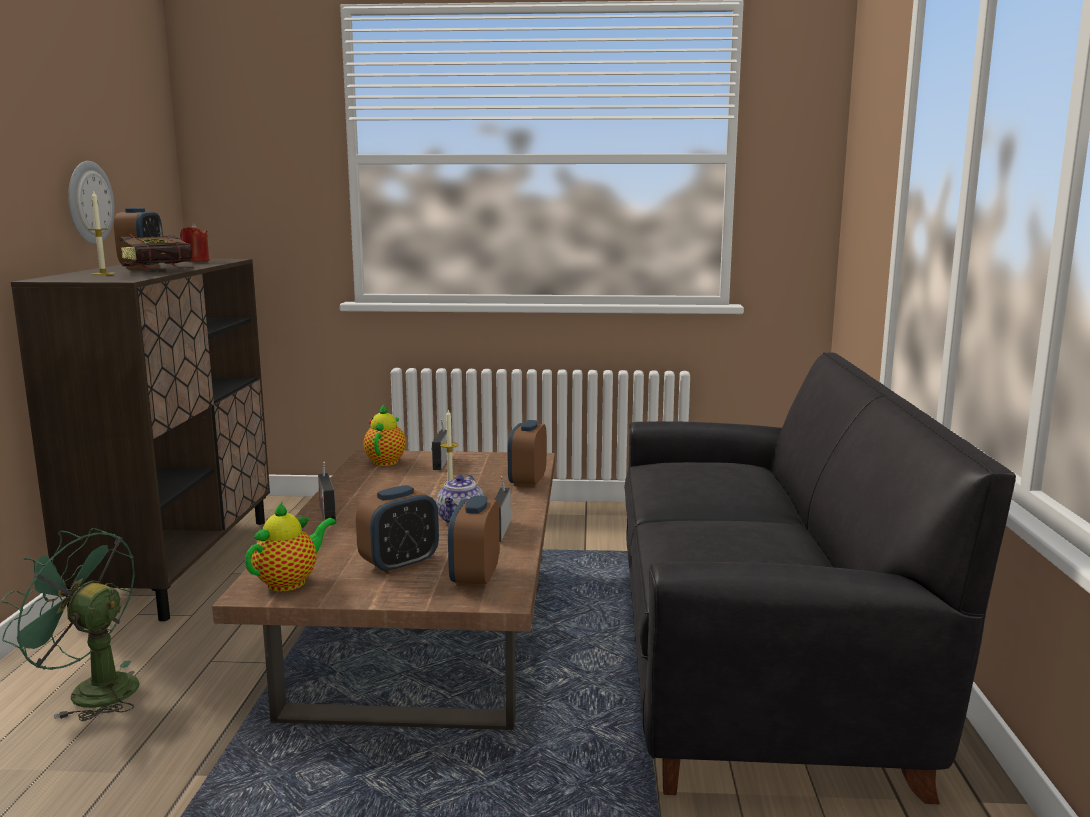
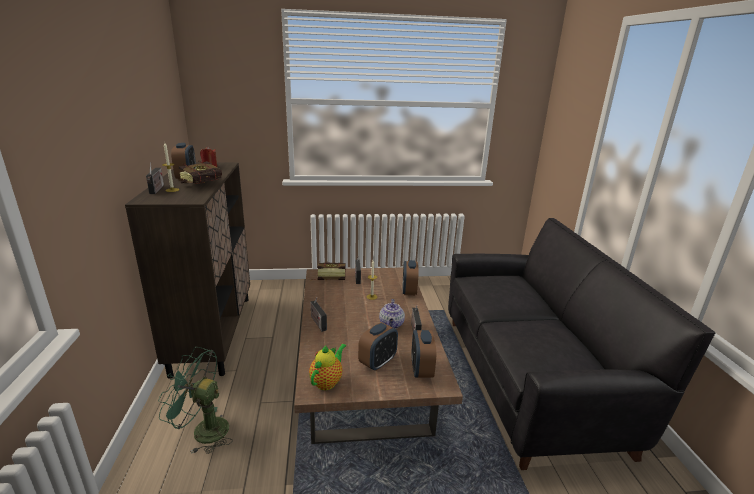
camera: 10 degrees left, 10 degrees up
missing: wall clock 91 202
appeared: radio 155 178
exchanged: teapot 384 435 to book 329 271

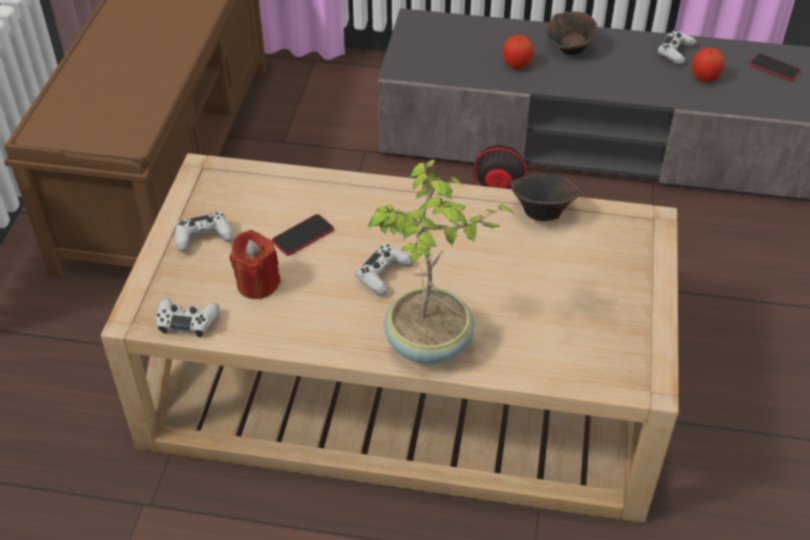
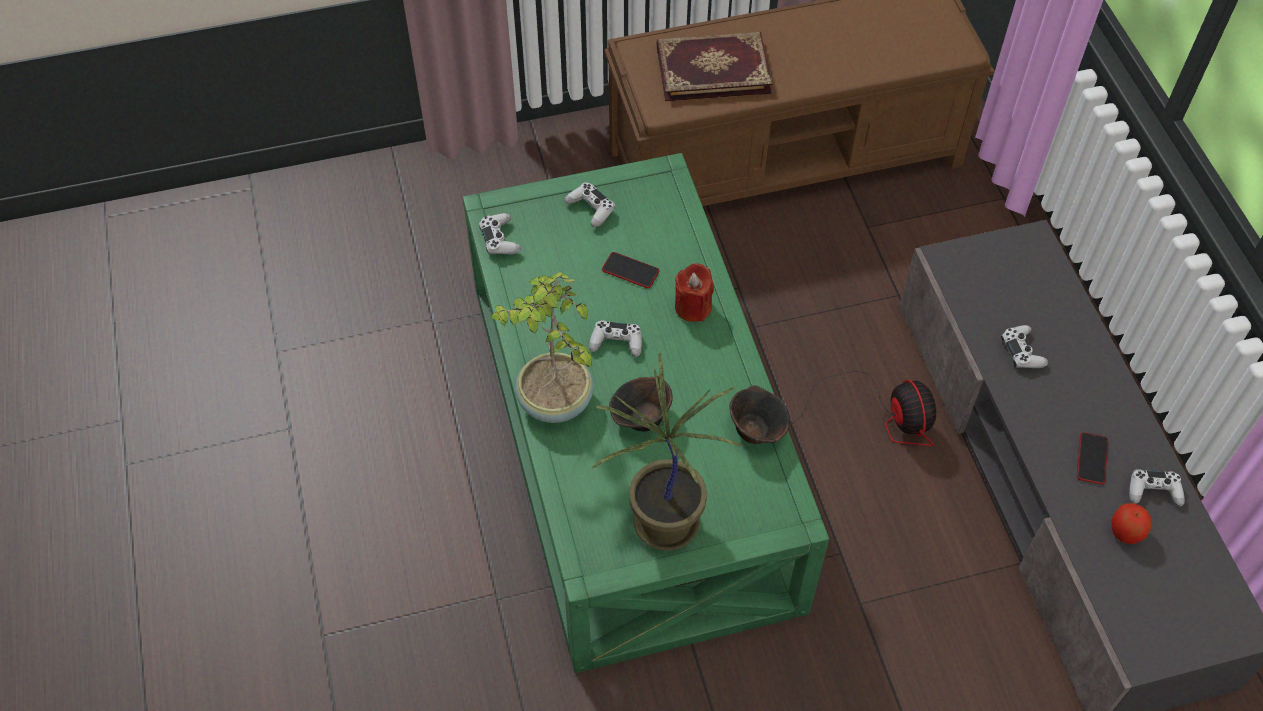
camera: 65 degrees right, 10 degrees up
appeared: potted plant 667 451; book 715 66
relocated: red candle 255 264 to 694 292; brown bowl 572 33 to 641 404; phone 775 67 to 1092 458
exchanged: apple 518 52 to white game controller 1024 346
colour: beige coffee table 390 338 to green coffee table 646 413

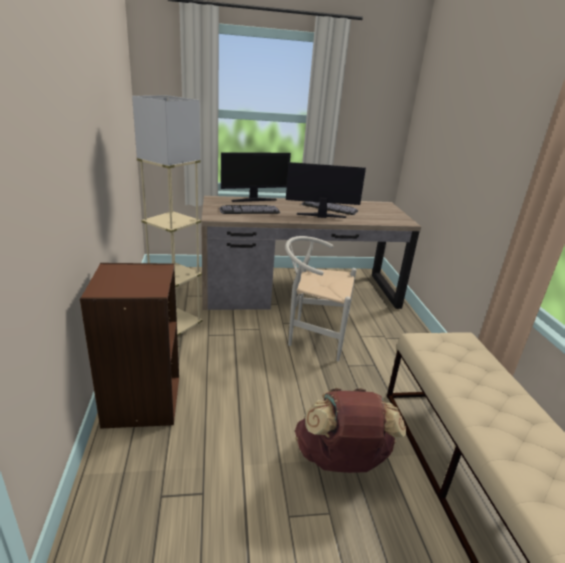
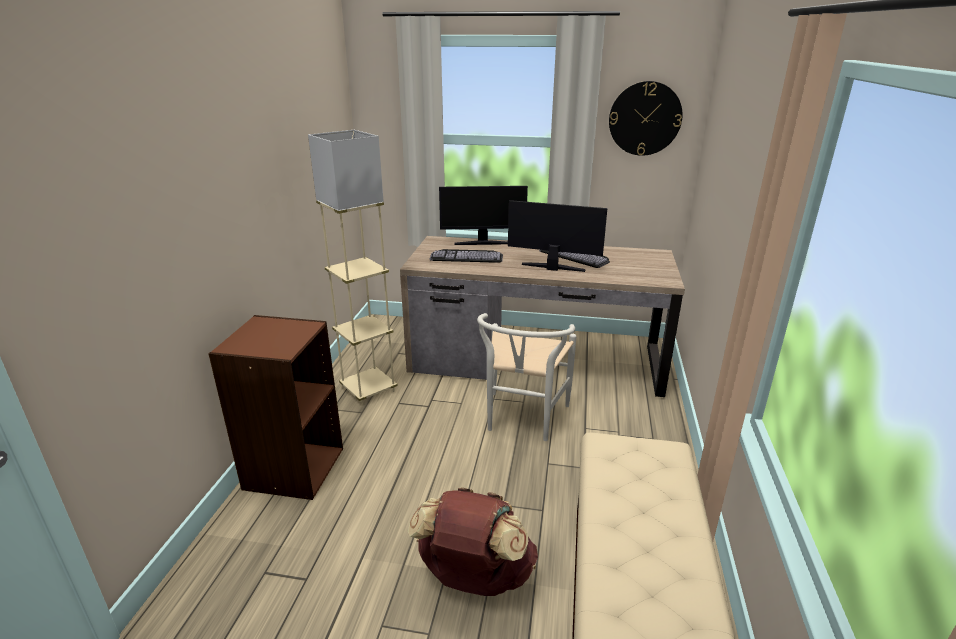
camera: 20 degrees right, 0 degrees up
appeared: wall clock 646 118
spun: white chair 320 298 = 527 377 105 degrees counterclockwise

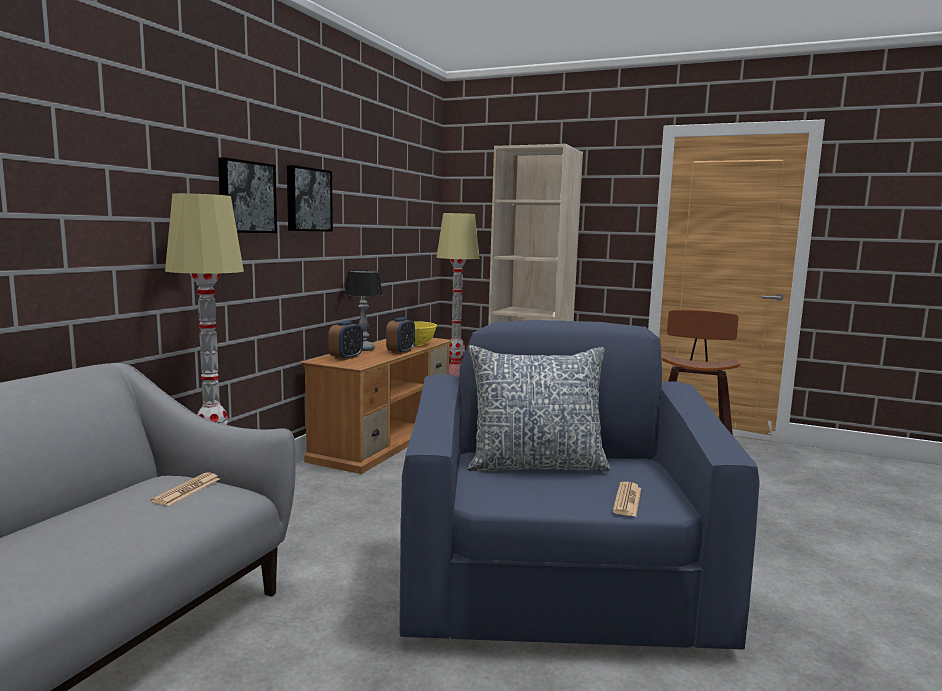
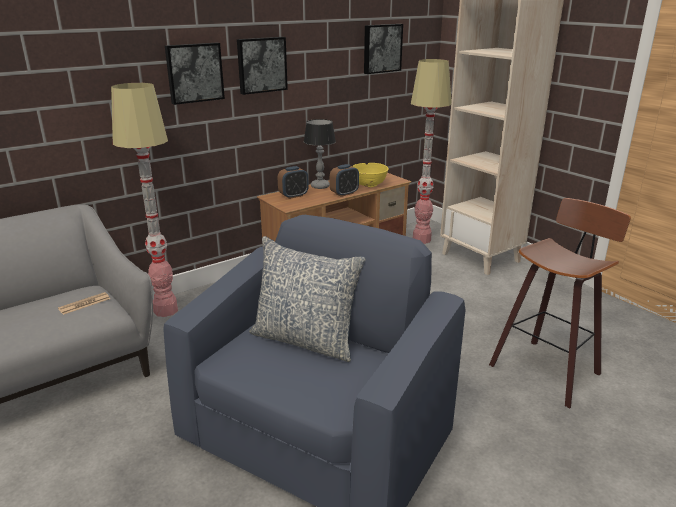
camera: 30 degrees right, 15 degrees up
missing: newspaper 626 499
appeared: picture 383 49

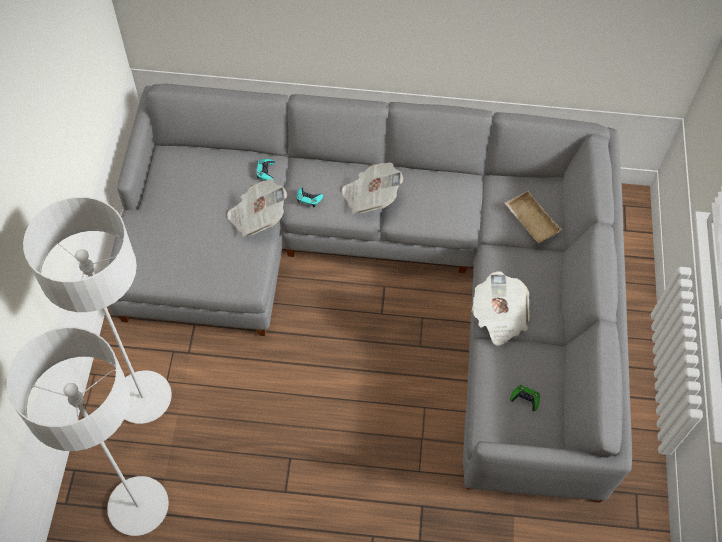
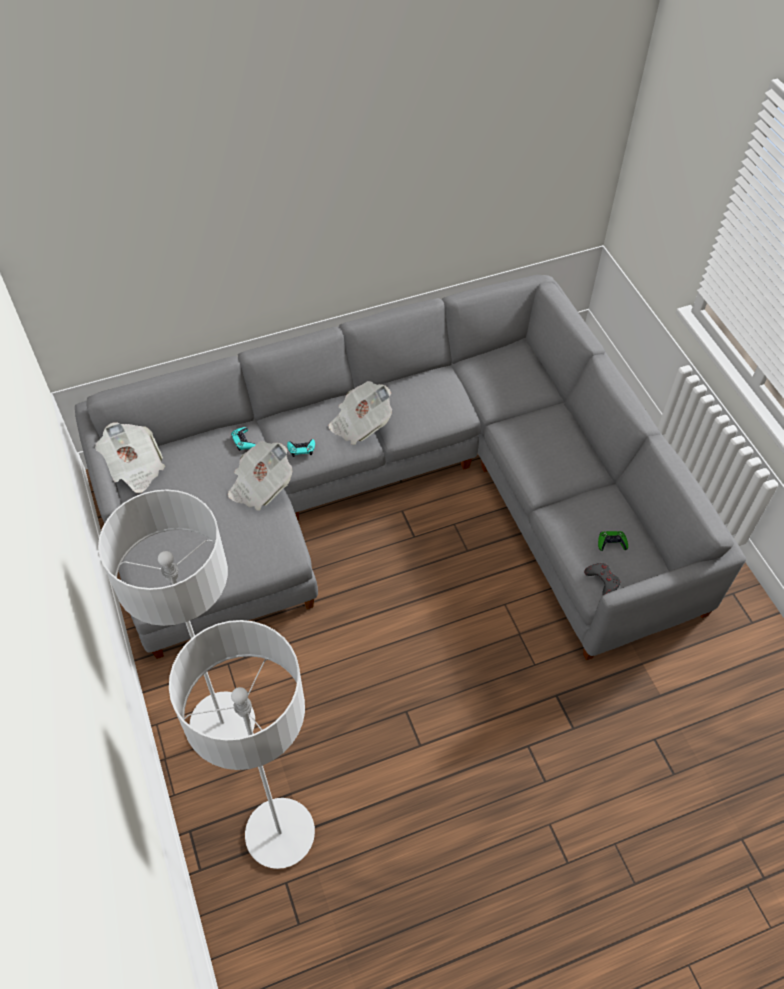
camera: 25 degrees left, 5 degrees down
missing: beige tray 533 216
appeared: grey game controller 602 579
relocated: newspaper 501 308 to 130 457

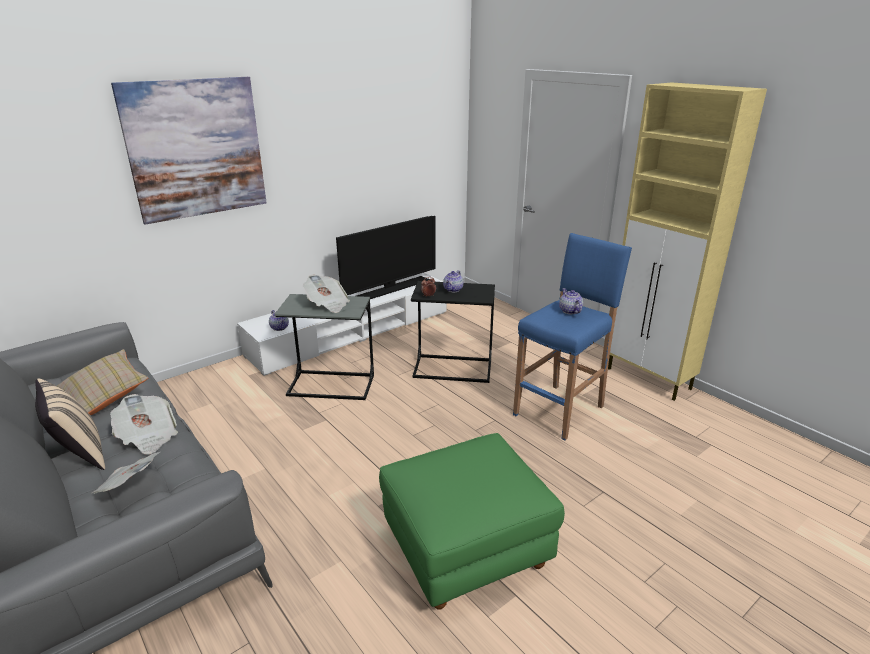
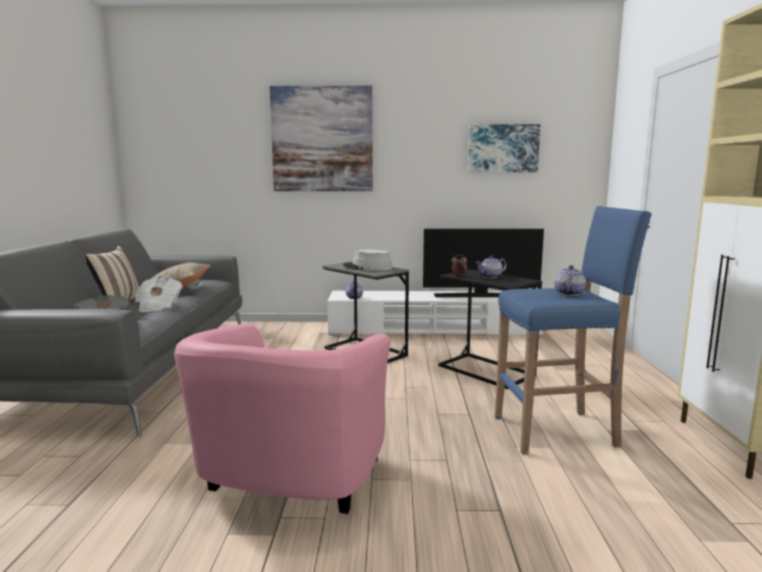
camera: 40 degrees right, 15 degrees down
appeared: picture 504 148
exchanged: newspaper 326 294 to grey hat 367 260; green ottoman 472 521 to pink armchair 282 418

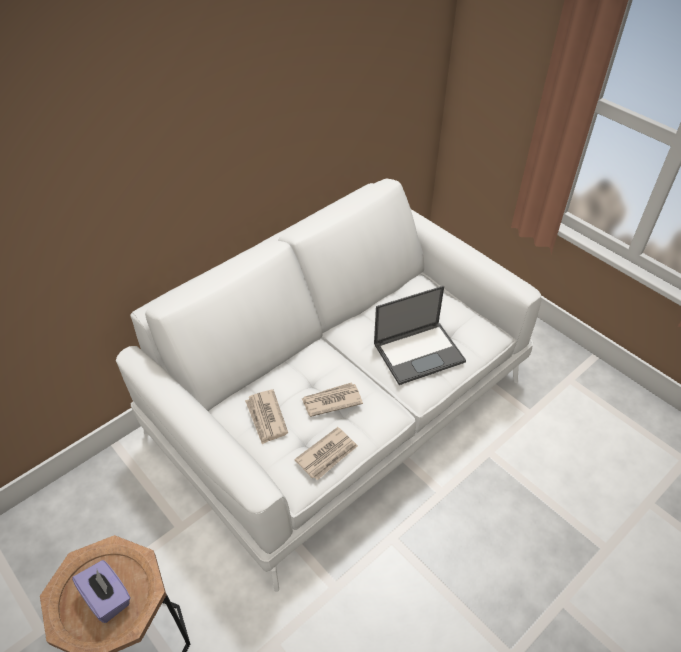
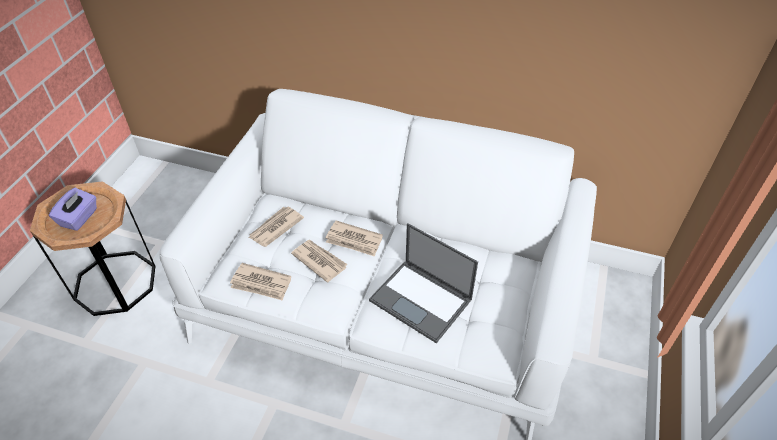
camera: 60 degrees right, 0 degrees up
appeared: newspaper 354 239

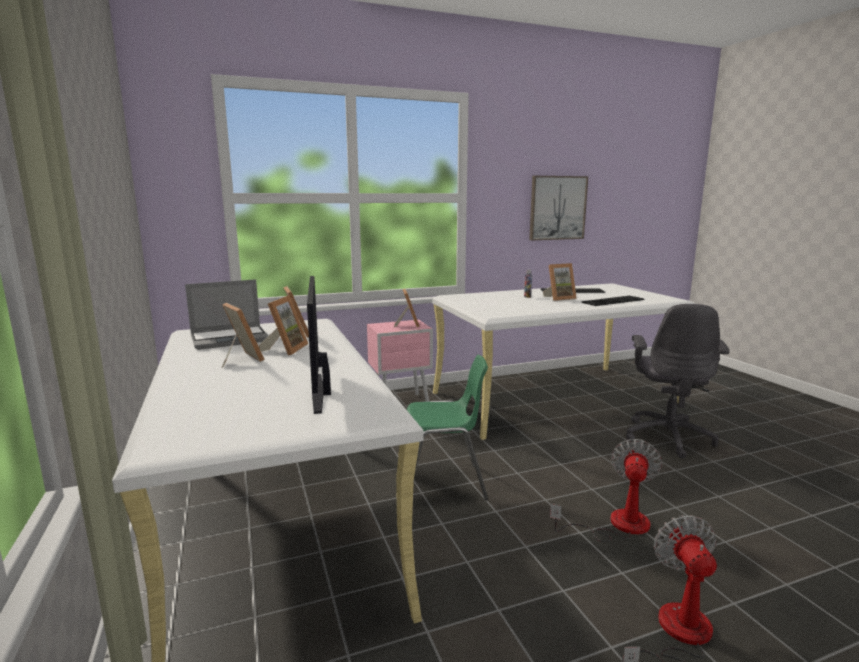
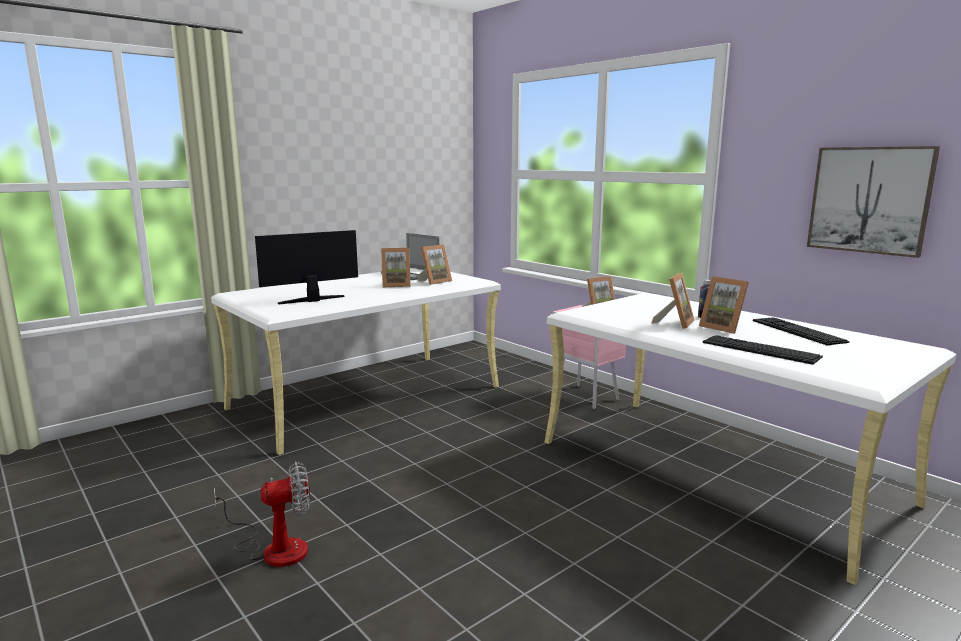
camera: 70 degrees right, 0 degrees up
missing: green chair 447 427; fan 606 490; grey office chair 678 381
relocated: picture frame 243 335 to 673 301

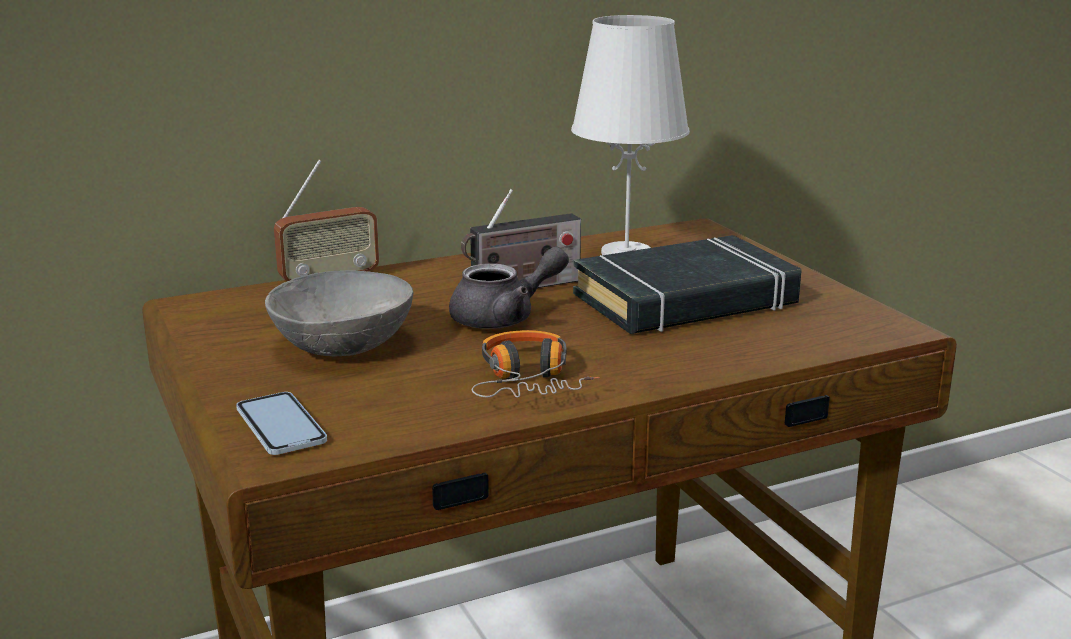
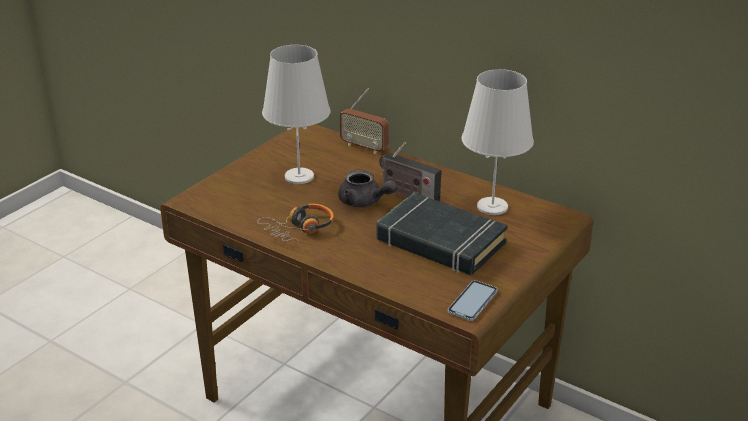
camera: 60 degrees right, 10 degrees up
relocated: phone 281 423 to 473 300
exchanged: grey bowl 339 313 to white table lamp 296 114

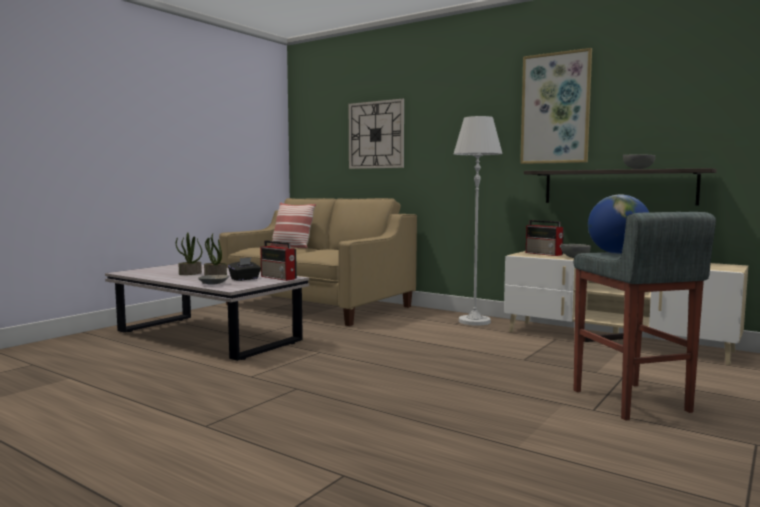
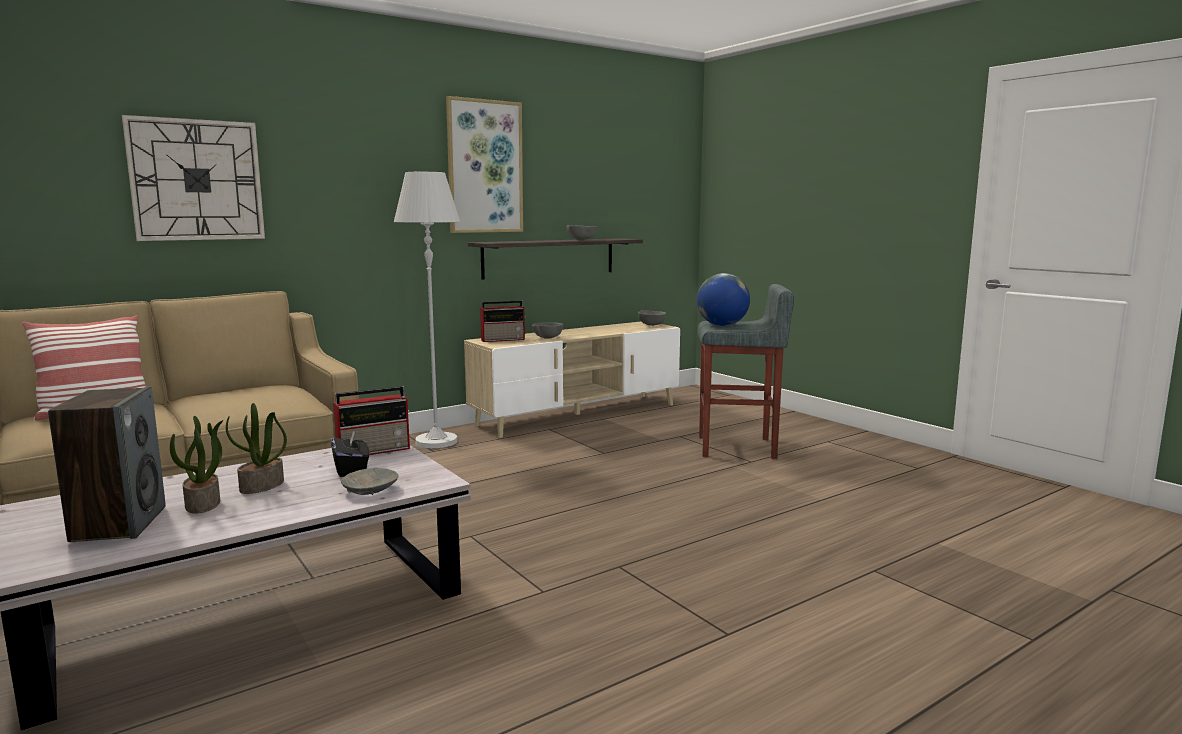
camera: 70 degrees left, 5 degrees up
appeared: speaker 107 464; grey bowl 652 318

